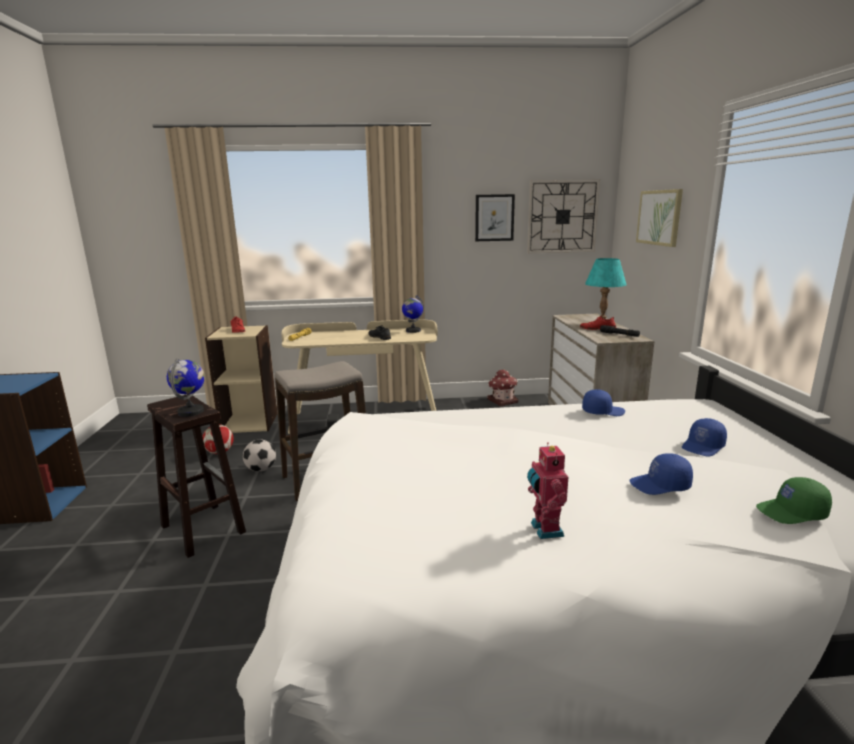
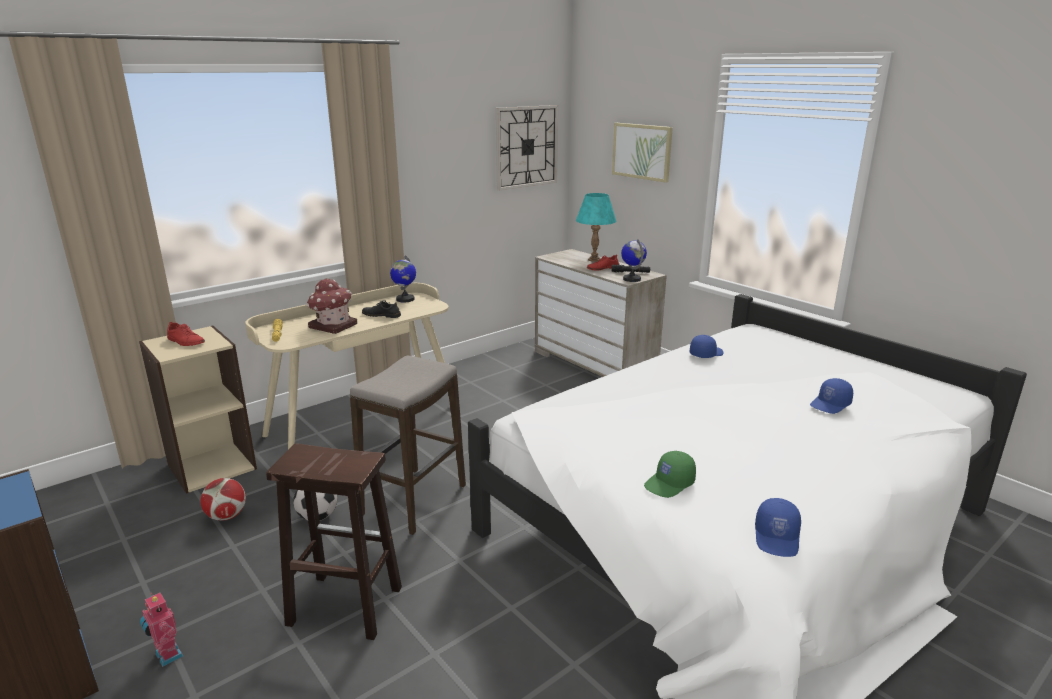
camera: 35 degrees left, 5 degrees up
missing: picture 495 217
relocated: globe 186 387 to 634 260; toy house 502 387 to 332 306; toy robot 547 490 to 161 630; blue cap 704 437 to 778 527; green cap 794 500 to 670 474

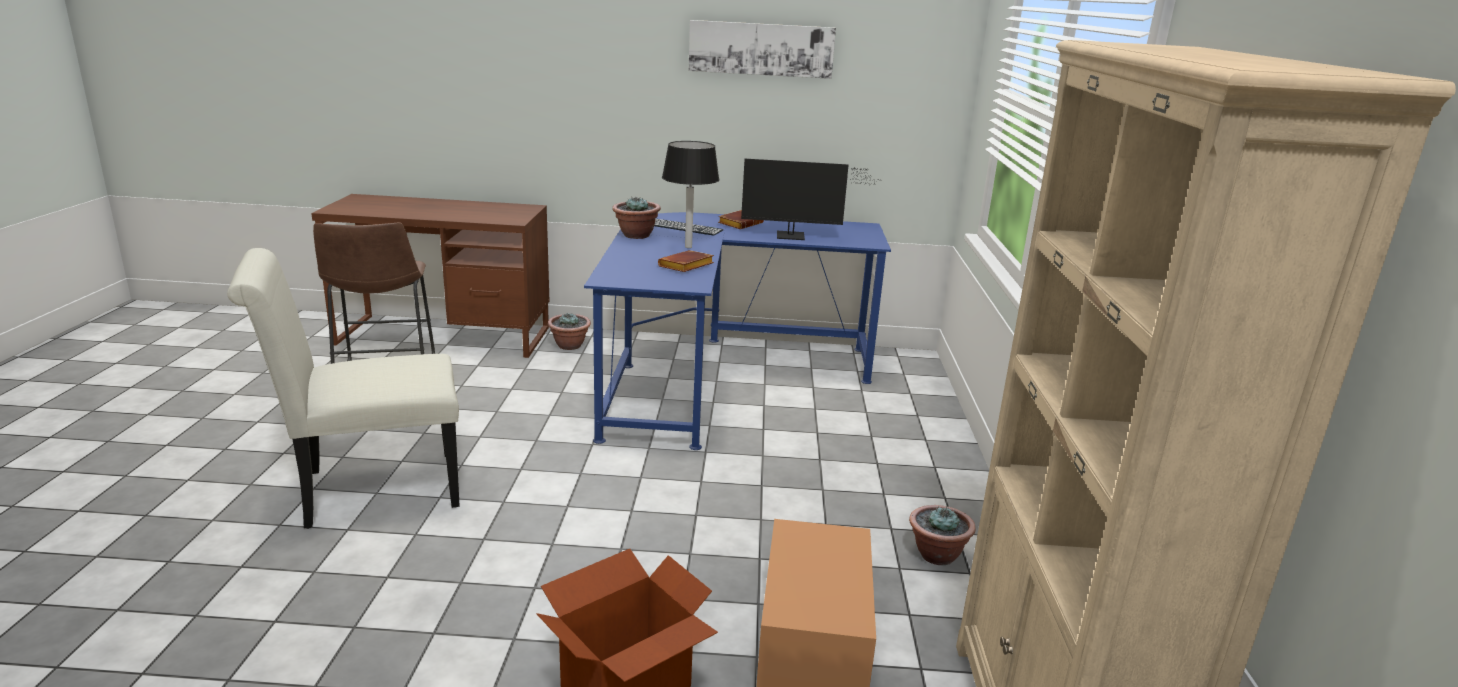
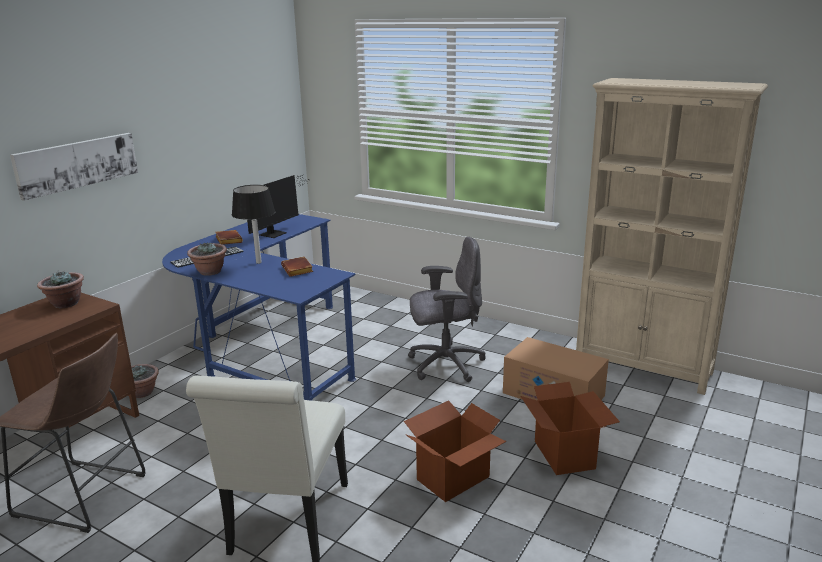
camera: 60 degrees left, 0 degrees up
appeared: cardboard box 455 451; grey office chair 447 309
relocated: picture 762 49 to 74 167; potted plant 942 535 to 60 289

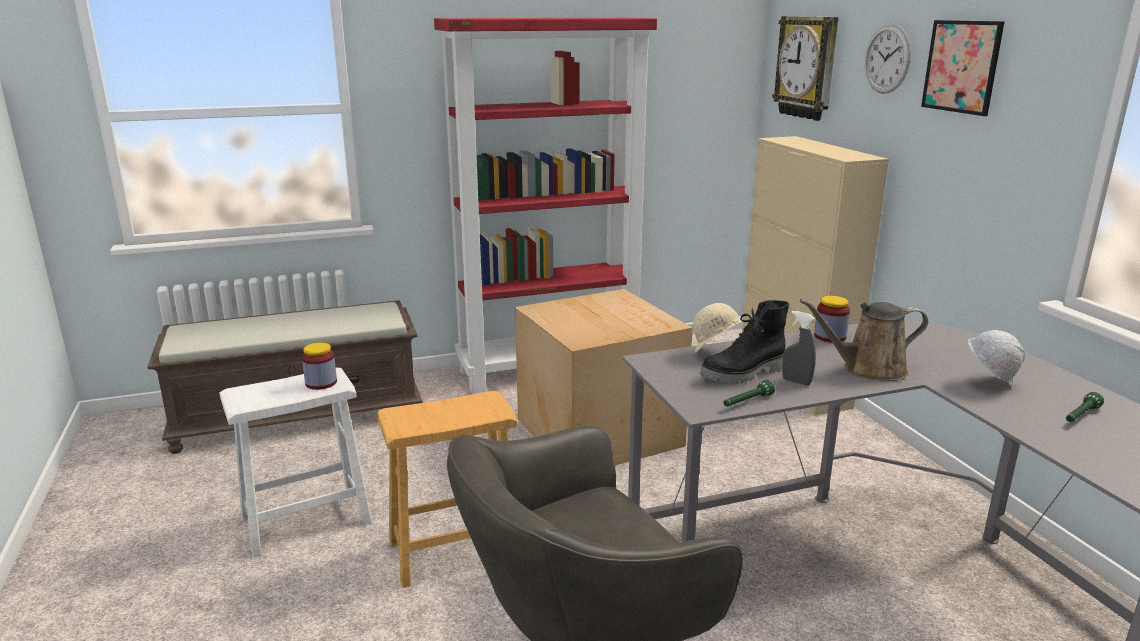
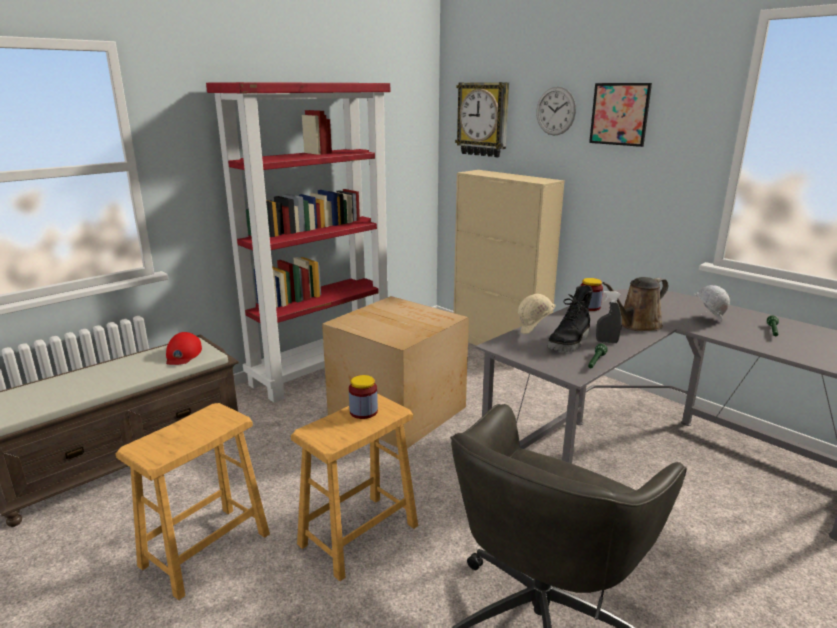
camera: 25 degrees left, 0 degrees up
appeared: red cap 184 348
relocated: jar 319 366 to 363 397
colour: white stool 296 462 to brown stool 193 501

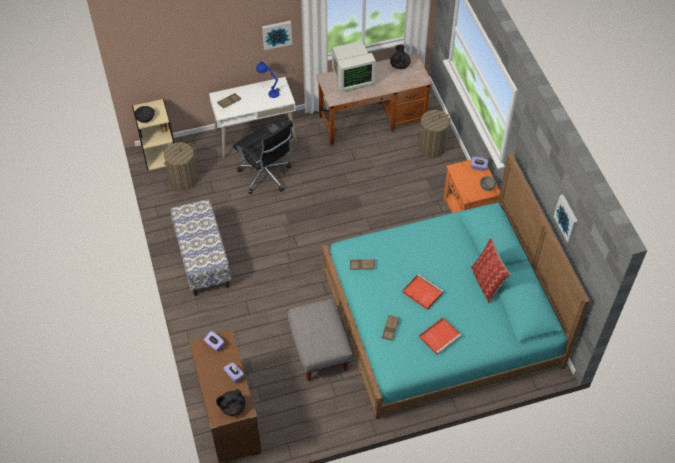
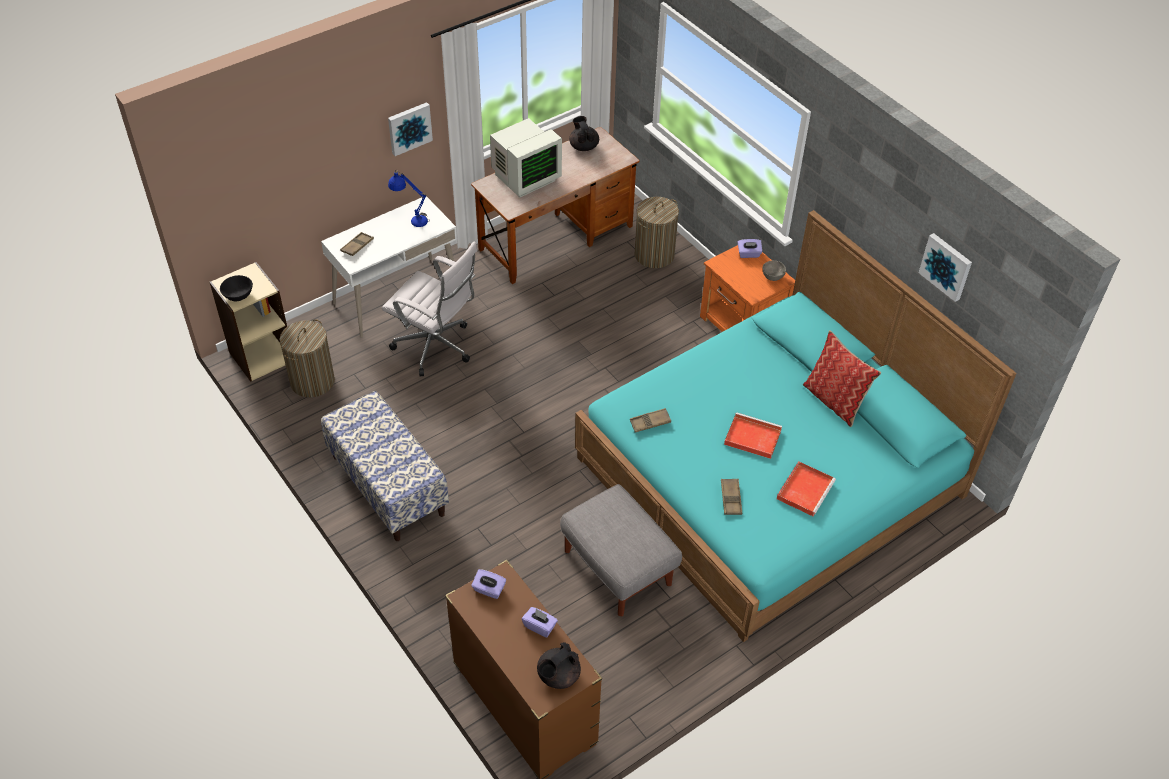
camera: 20 degrees left, 5 degrees down
colour: black office chair 263 157 to white office chair 430 309

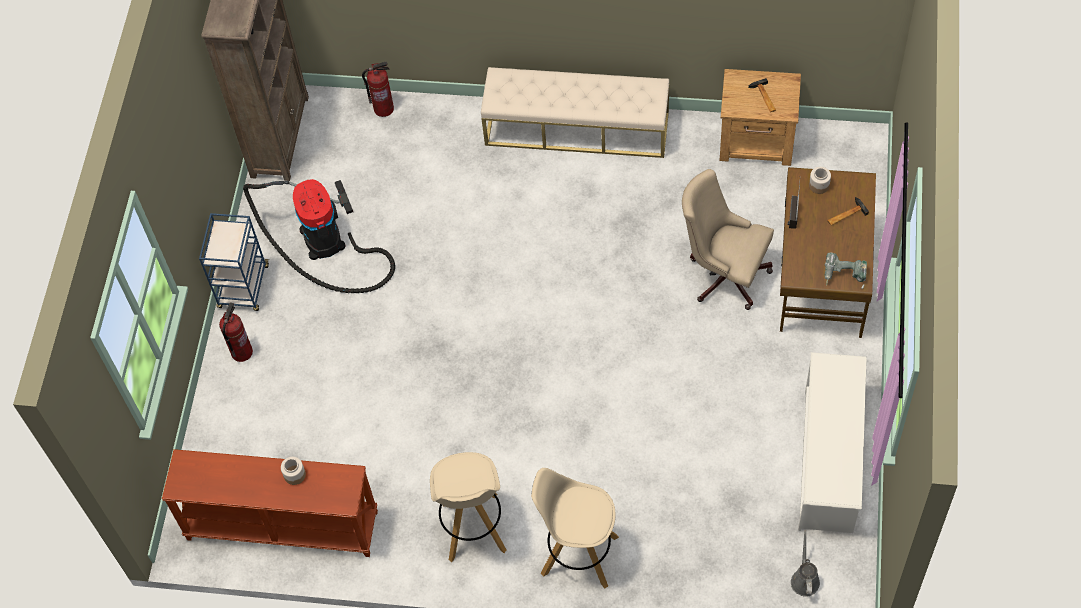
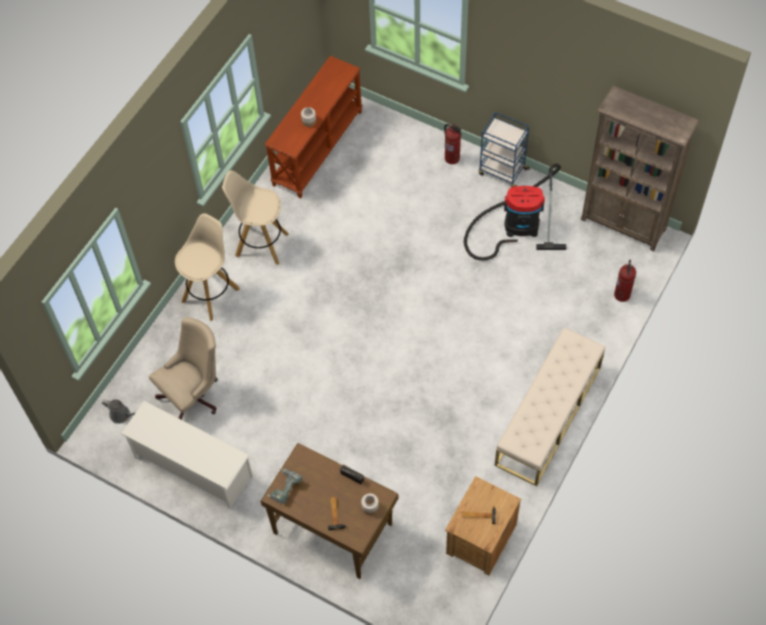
camera: 110 degrees right, 0 degrees up
relocated: beige office chair 728 239 to 183 368

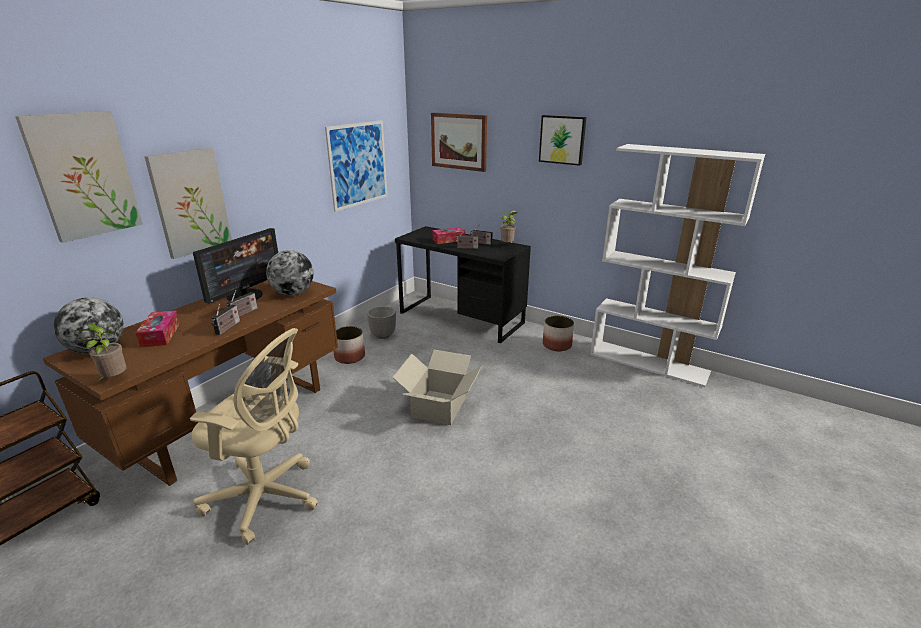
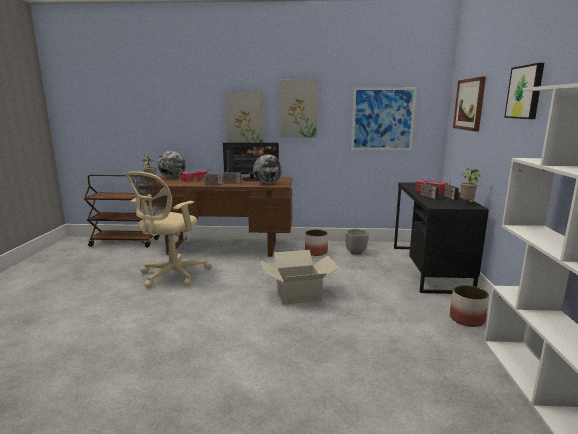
camera: 60 degrees right, 10 degrees down
relocated: picture 79 177 to 299 108
spun: beige office chair 254 436 = 168 229 45 degrees clockwise

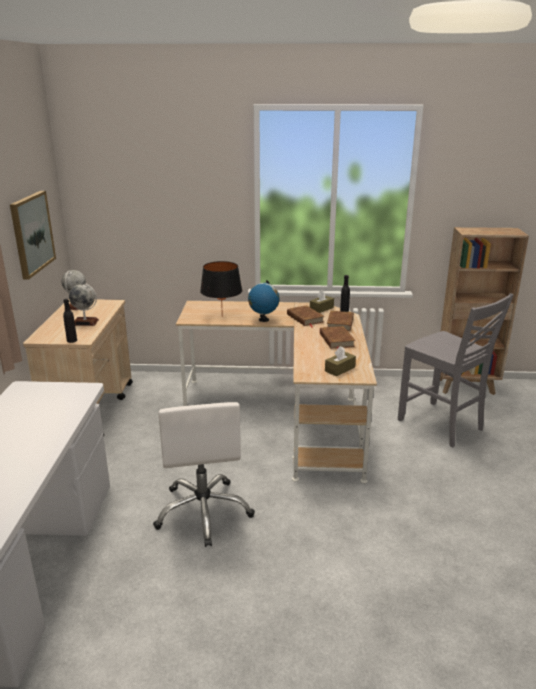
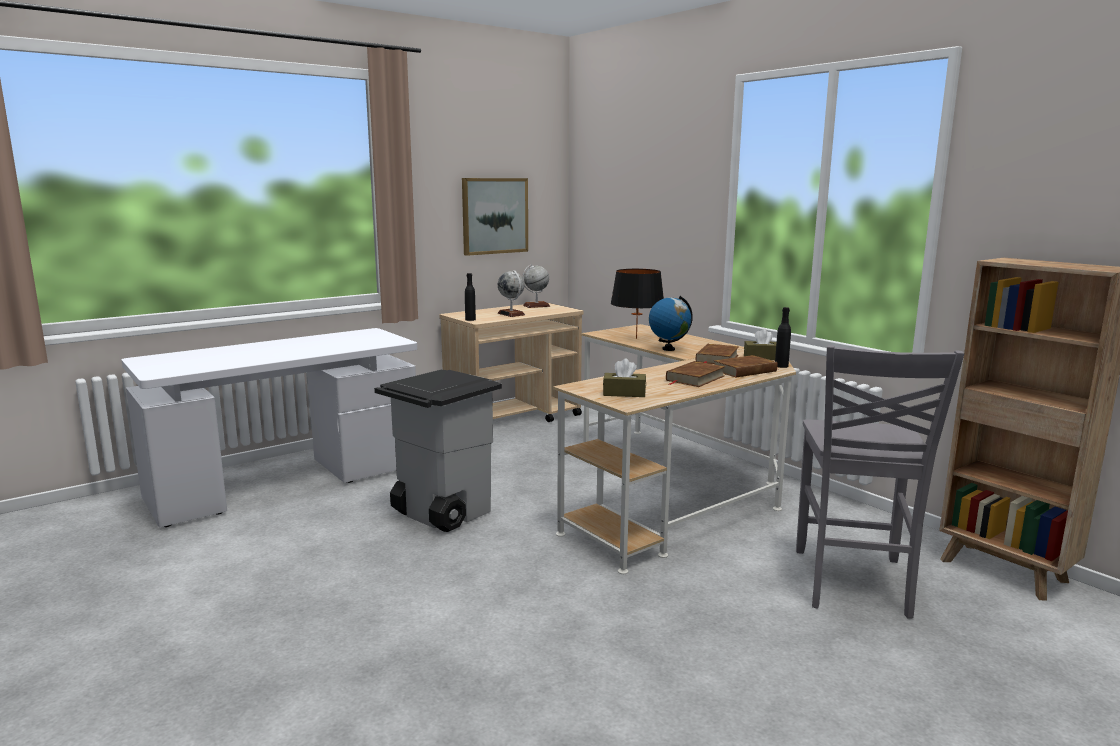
camera: 50 degrees right, 10 degrees down
exchanged: white office chair 204 474 to grey trash can 438 451

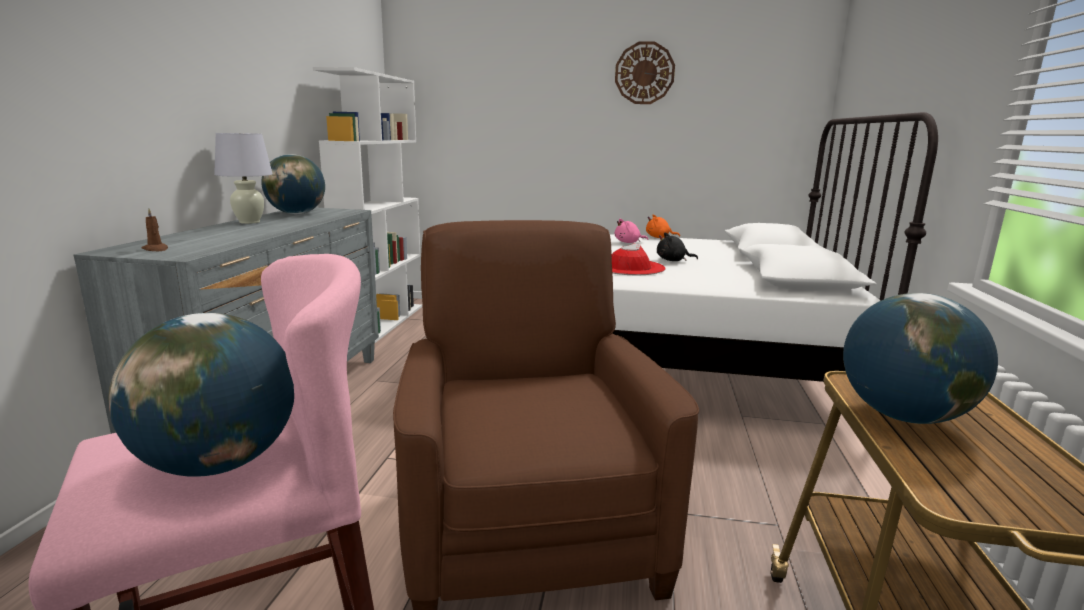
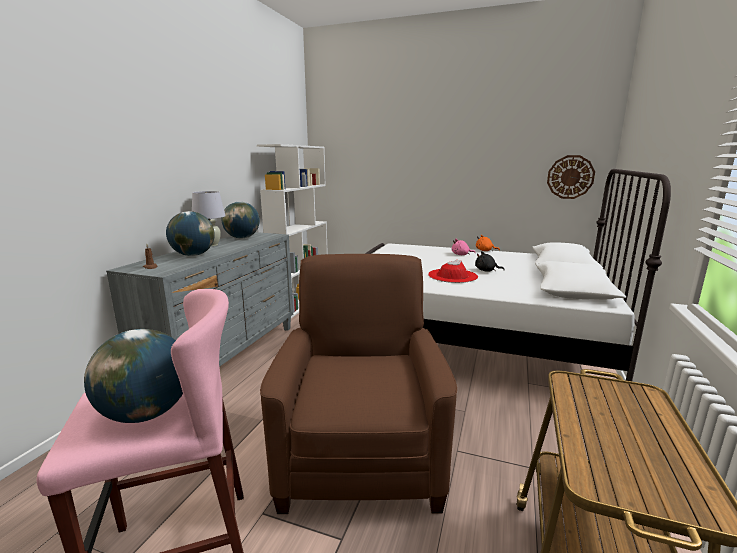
camera: 10 degrees right, 0 degrees up
relocated: wall clock 645 72 to 571 177; globe 920 358 to 190 233

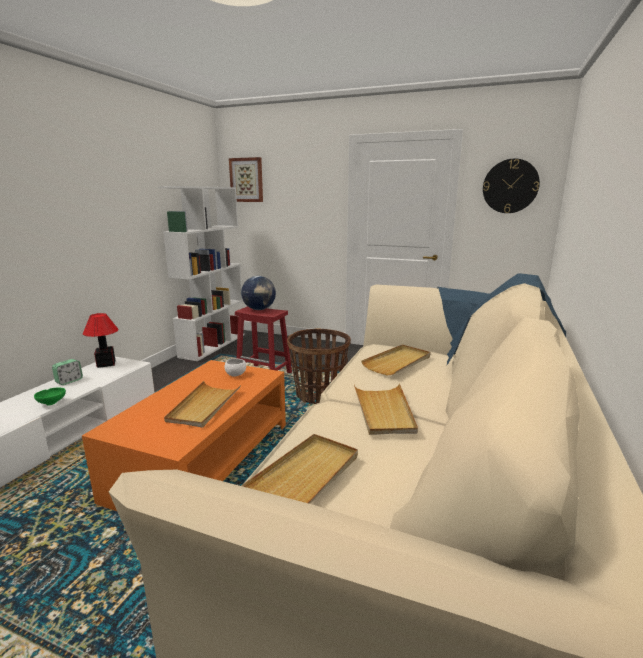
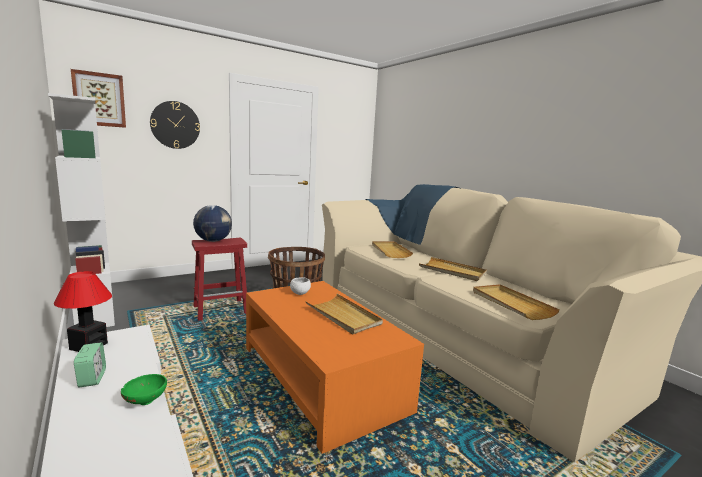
camera: 55 degrees left, 5 degrees down
relocated: wall clock 511 186 to 175 125

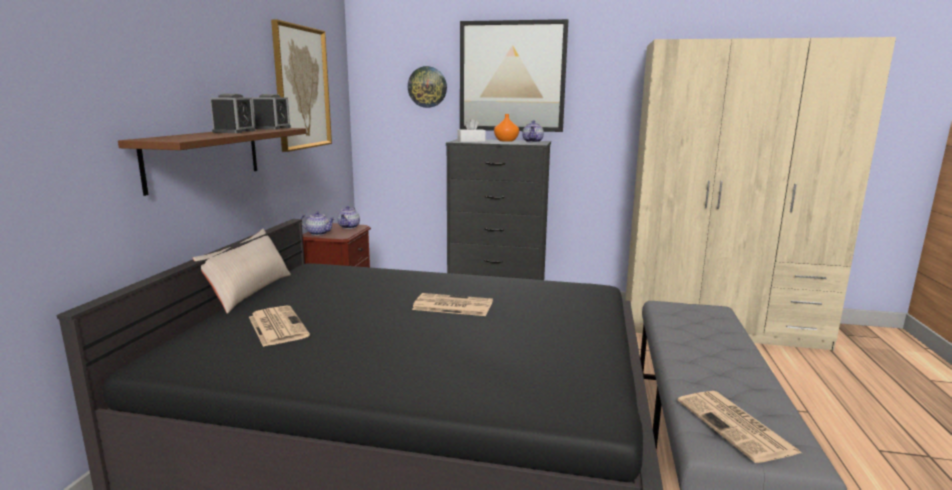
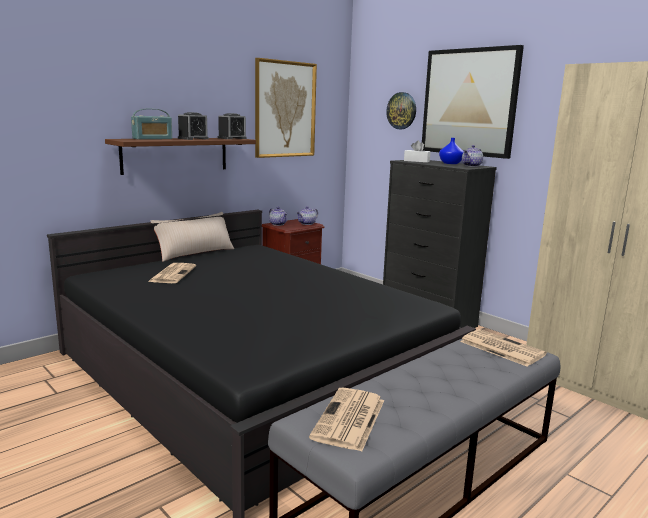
camera: 35 degrees right, 0 degrees up
appeared: radio 151 124
relocated: newspaper 452 304 to 503 347
colour: orange vase 506 128 to blue vase 451 151

